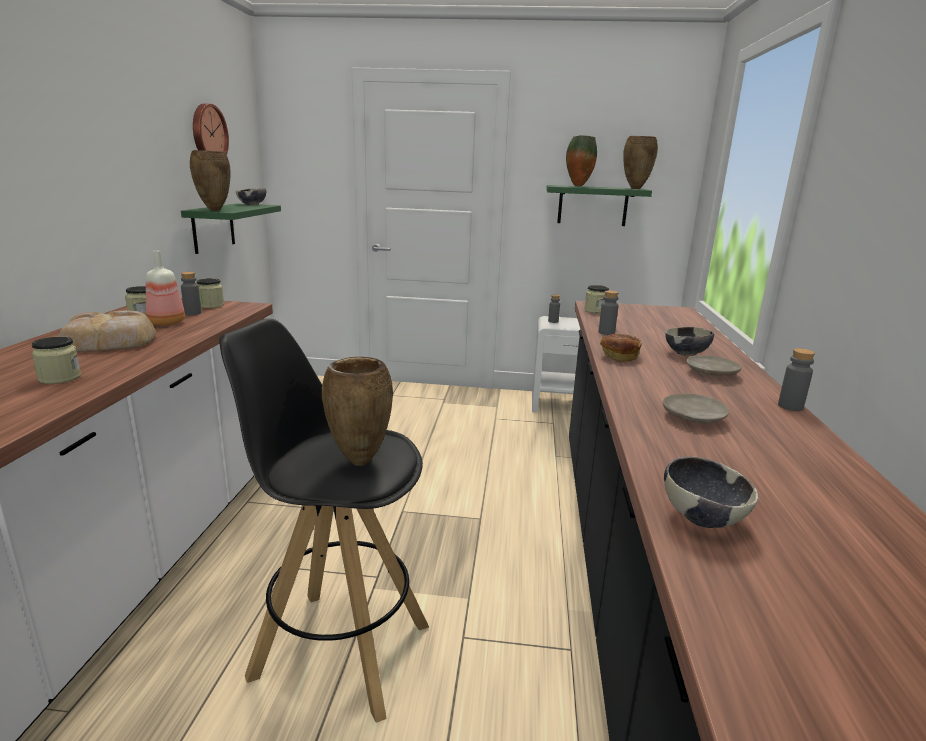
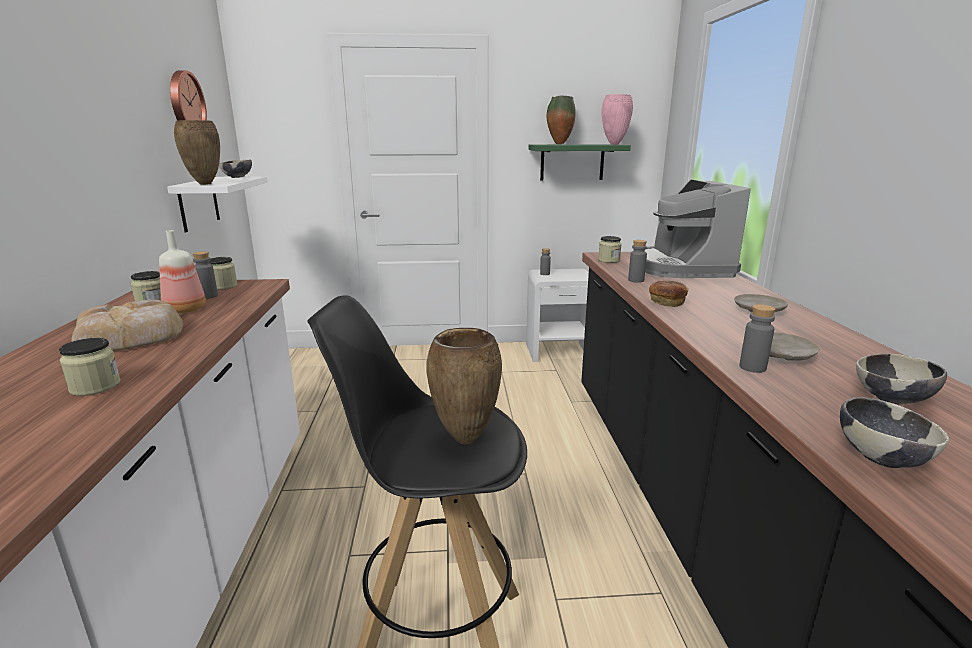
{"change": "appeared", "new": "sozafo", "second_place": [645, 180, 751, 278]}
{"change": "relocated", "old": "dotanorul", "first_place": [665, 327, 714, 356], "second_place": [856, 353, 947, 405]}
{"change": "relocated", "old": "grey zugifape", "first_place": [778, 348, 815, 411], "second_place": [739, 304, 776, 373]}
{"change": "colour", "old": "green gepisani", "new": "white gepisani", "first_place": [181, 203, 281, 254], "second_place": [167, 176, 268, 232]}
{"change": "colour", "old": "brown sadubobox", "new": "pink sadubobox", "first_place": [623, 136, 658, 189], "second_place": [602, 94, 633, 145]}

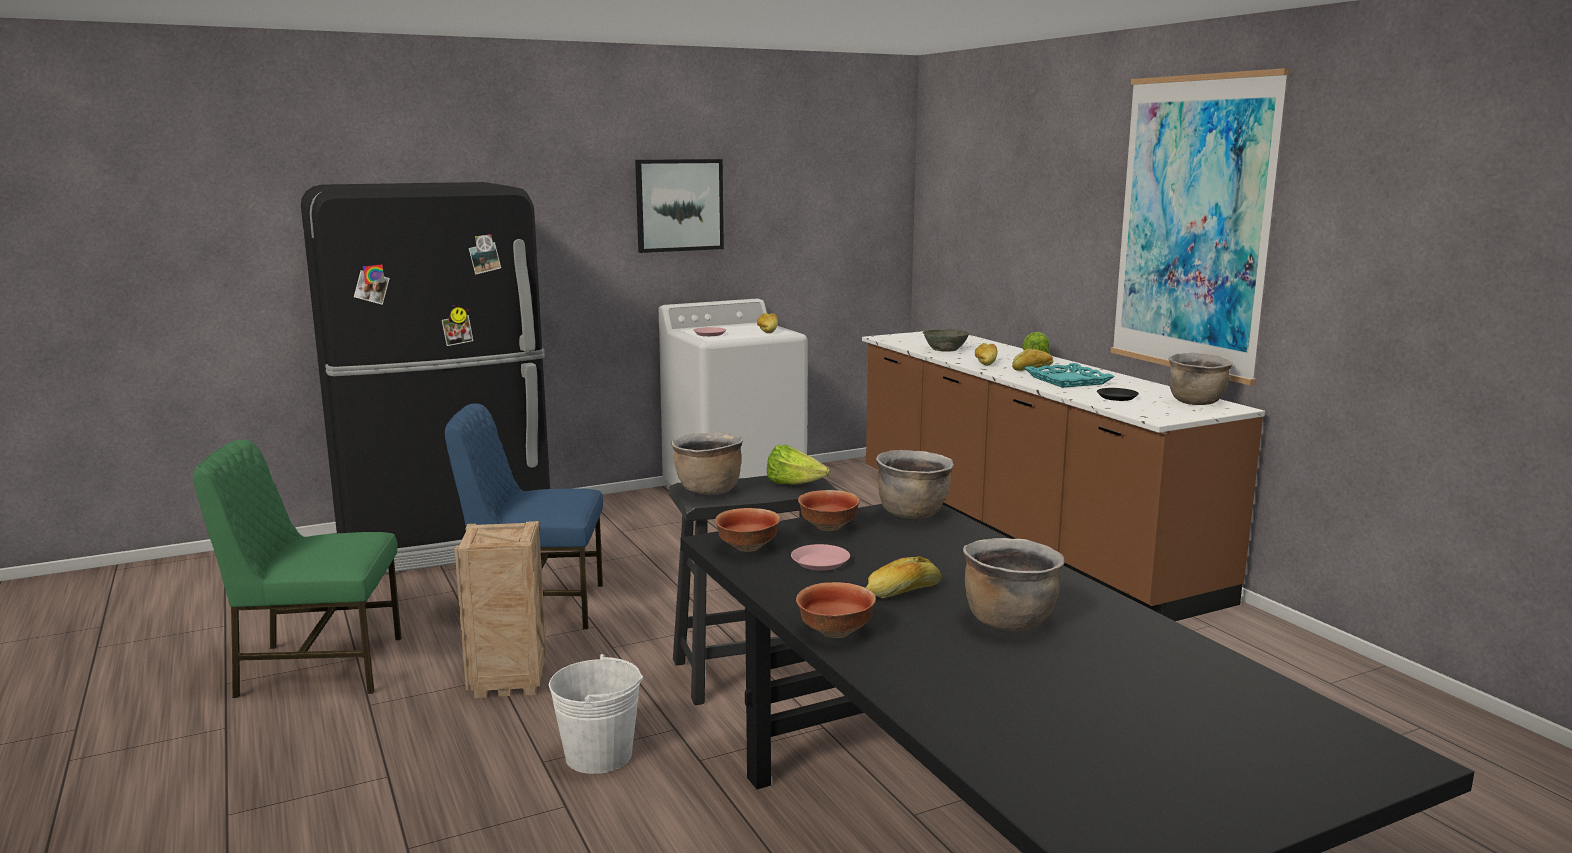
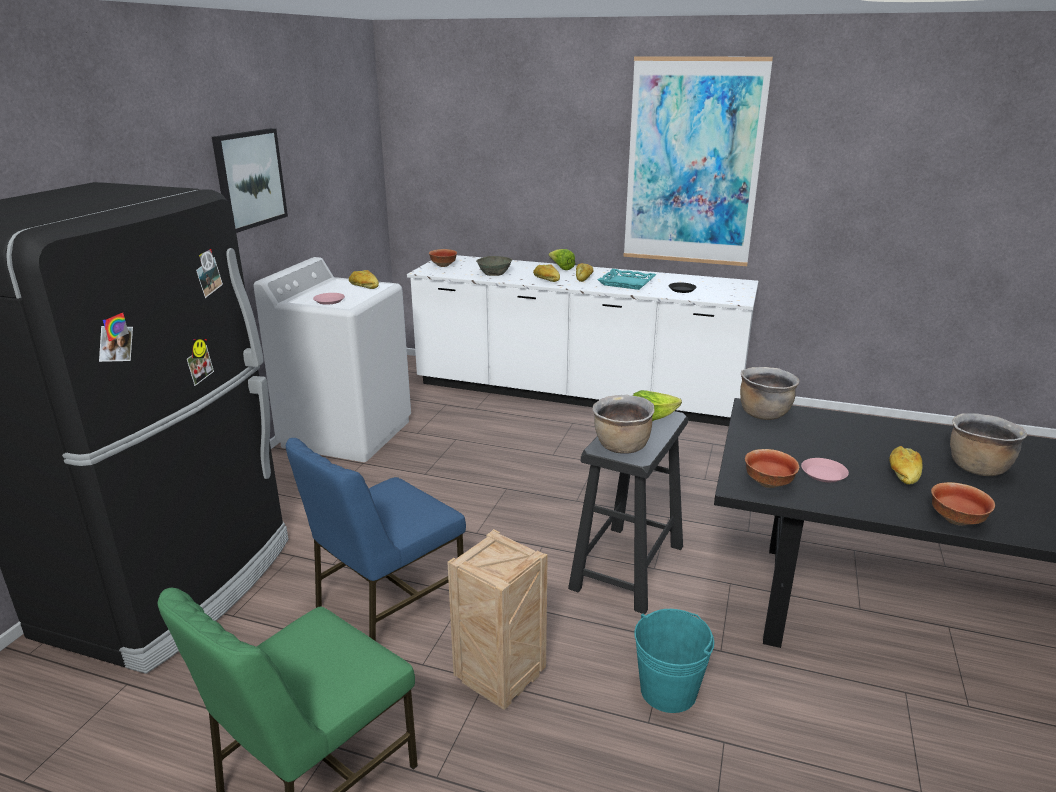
{"change": "missing", "old": "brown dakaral", "first_place": [1169, 353, 1233, 405]}
{"change": "relocated", "old": "dotanorul", "first_place": [798, 490, 860, 531], "second_place": [429, 249, 457, 267]}
{"change": "colour", "old": "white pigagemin", "new": "turquoise pigagemin", "first_place": [549, 654, 643, 774], "second_place": [634, 609, 714, 713]}
{"change": "colour", "old": "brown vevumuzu", "new": "white vevumuzu", "first_place": [862, 331, 1265, 621], "second_place": [407, 255, 759, 426]}

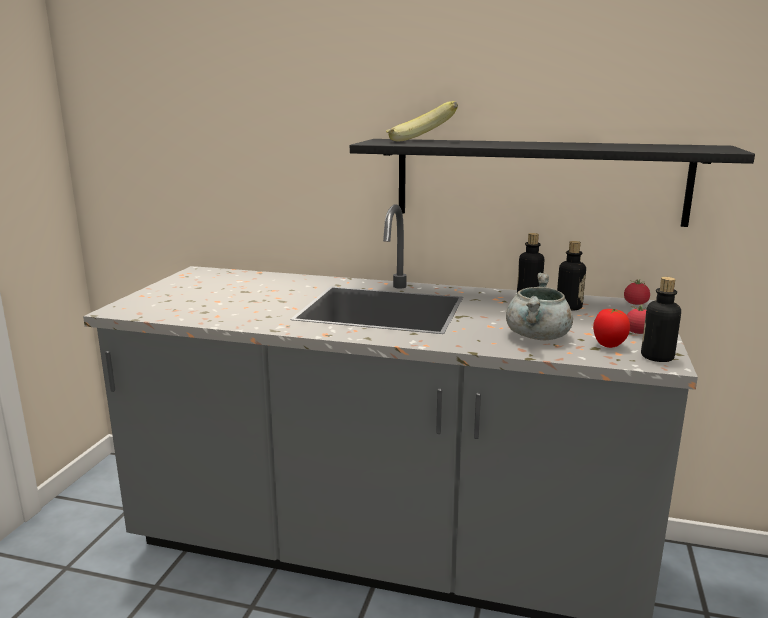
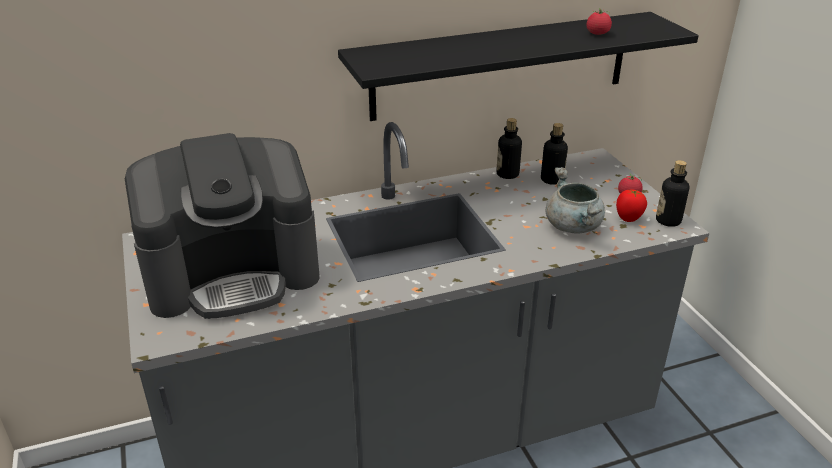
{"change": "missing", "old": "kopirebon", "first_place": [386, 101, 458, 142]}
{"change": "appeared", "new": "sozafo", "second_place": [125, 133, 320, 319]}
{"change": "relocated", "old": "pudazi", "first_place": [624, 279, 650, 305], "second_place": [587, 8, 612, 35]}

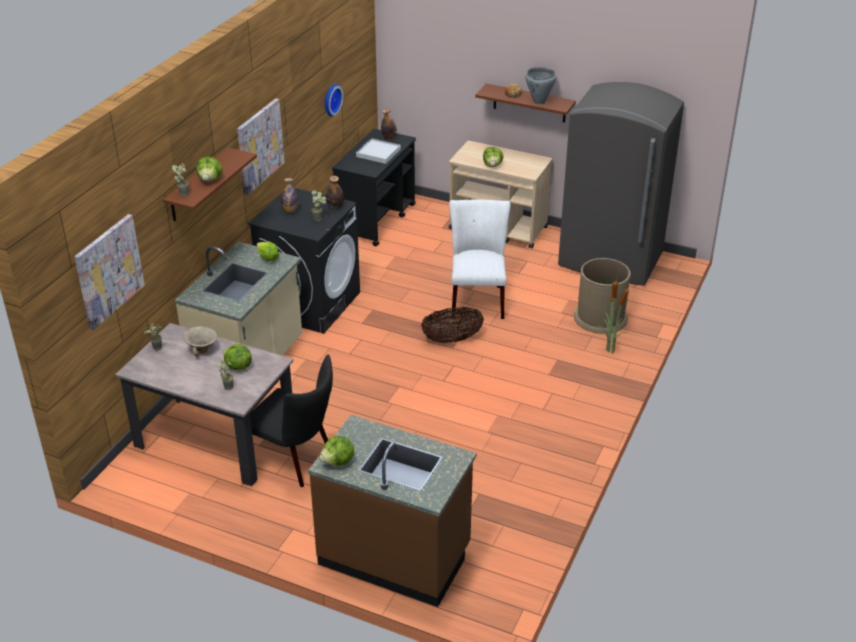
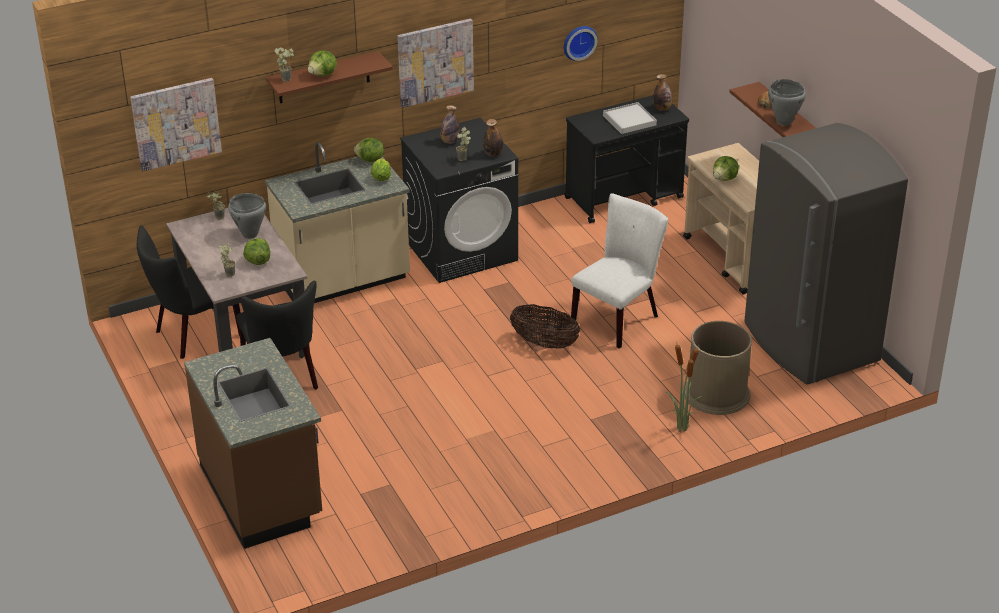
{"change": "appeared", "new": "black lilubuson", "second_place": [137, 225, 240, 359]}
{"change": "relocated", "old": "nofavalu", "first_place": [319, 436, 354, 466], "second_place": [354, 138, 384, 162]}
{"change": "exchanged", "old": "beige dotanorul", "new": "grey dakaral", "first_place": [184, 326, 217, 357], "second_place": [228, 193, 266, 239]}

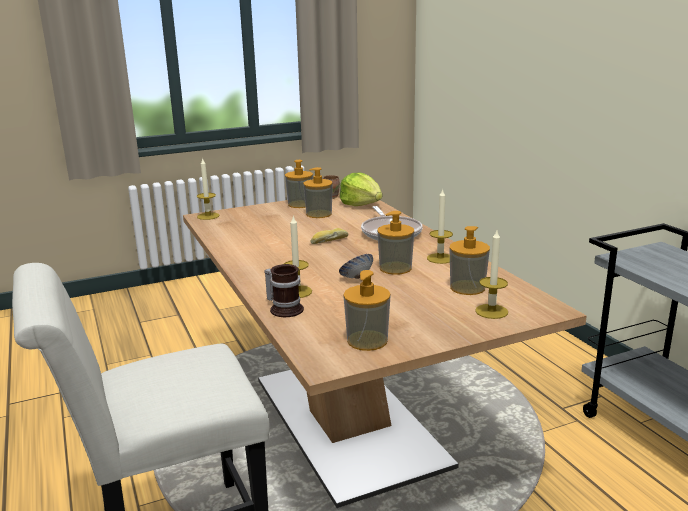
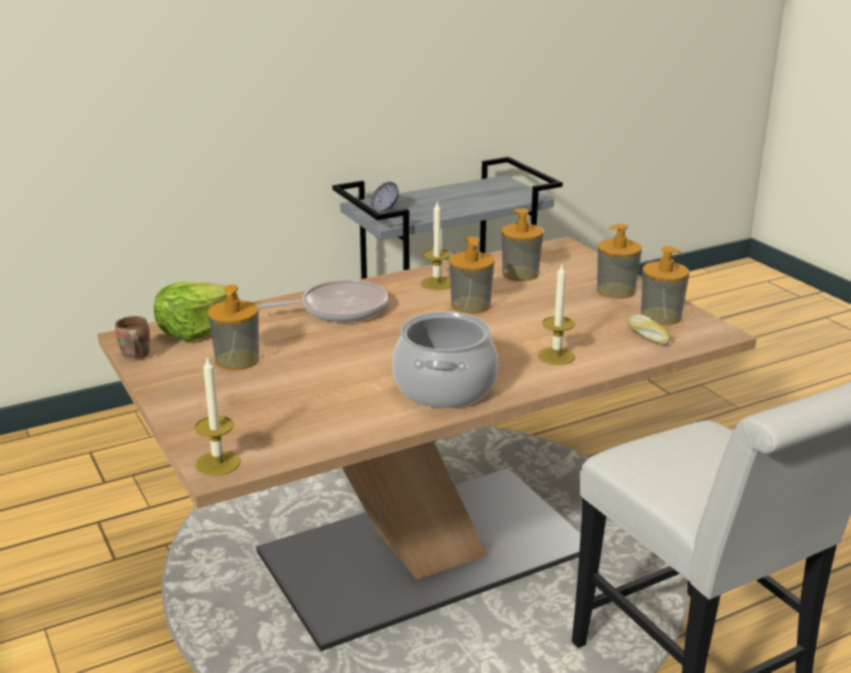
{"change": "missing", "old": "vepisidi", "first_place": [264, 264, 304, 317]}
{"change": "missing", "old": "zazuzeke", "first_place": [475, 231, 508, 319]}
{"change": "appeared", "new": "dakaral", "second_place": [392, 311, 498, 408]}
{"change": "relocated", "old": "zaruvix", "first_place": [285, 160, 313, 208], "second_place": [597, 224, 642, 299]}
{"change": "relocated", "old": "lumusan", "first_place": [310, 228, 348, 244], "second_place": [628, 314, 671, 345]}
{"change": "relocated", "old": "dotanorul", "first_place": [339, 254, 373, 279], "second_place": [370, 182, 399, 212]}

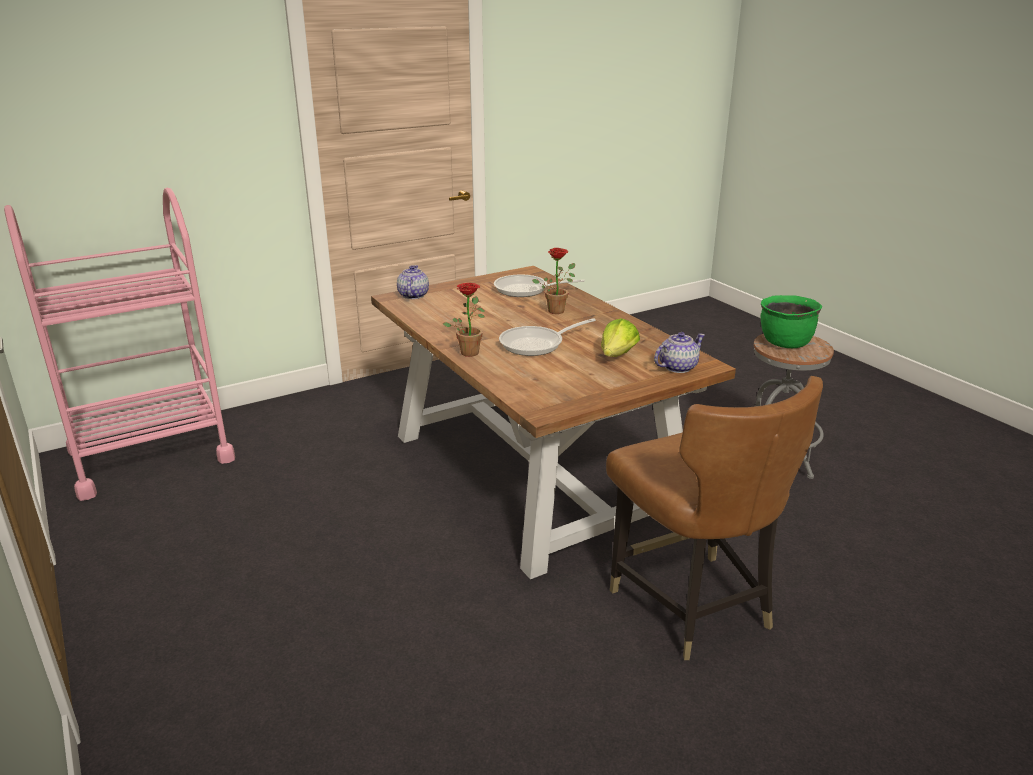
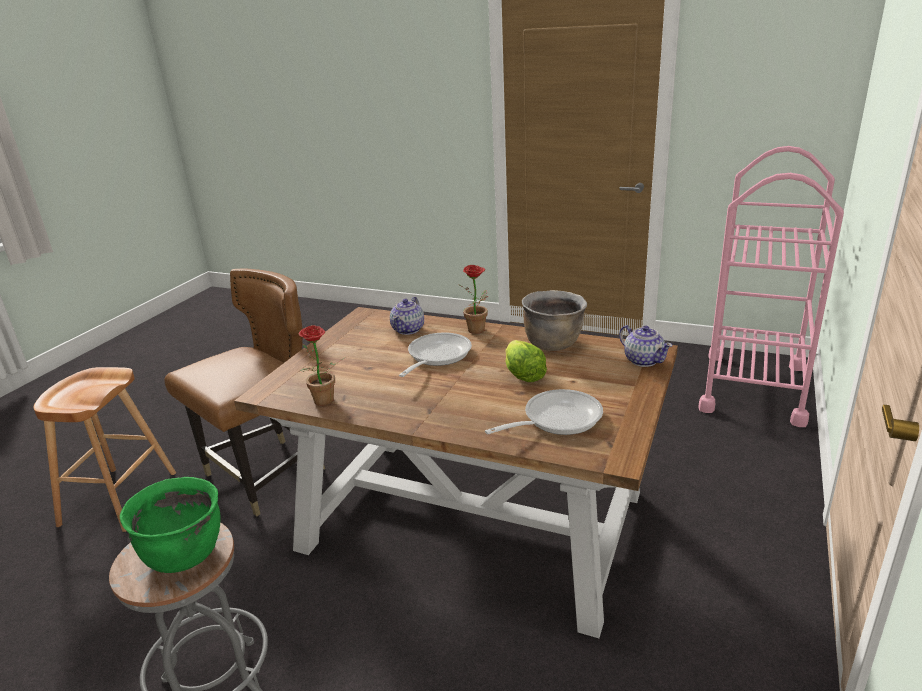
{"change": "appeared", "new": "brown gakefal", "second_place": [33, 367, 176, 532]}
{"change": "appeared", "new": "brown dakaral", "second_place": [522, 290, 587, 351]}
{"change": "relocated", "old": "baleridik", "first_place": [532, 248, 575, 314], "second_place": [299, 325, 346, 406]}
{"change": "relocated", "old": "nofavalu", "first_place": [601, 318, 640, 357], "second_place": [505, 340, 547, 382]}
{"change": "relocated", "old": "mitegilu", "first_place": [654, 332, 705, 373], "second_place": [390, 297, 424, 335]}
{"change": "spun", "old": "brown lilubuson", "first_place": [606, 376, 823, 660], "second_place": [164, 268, 325, 517], "degrees": 105}

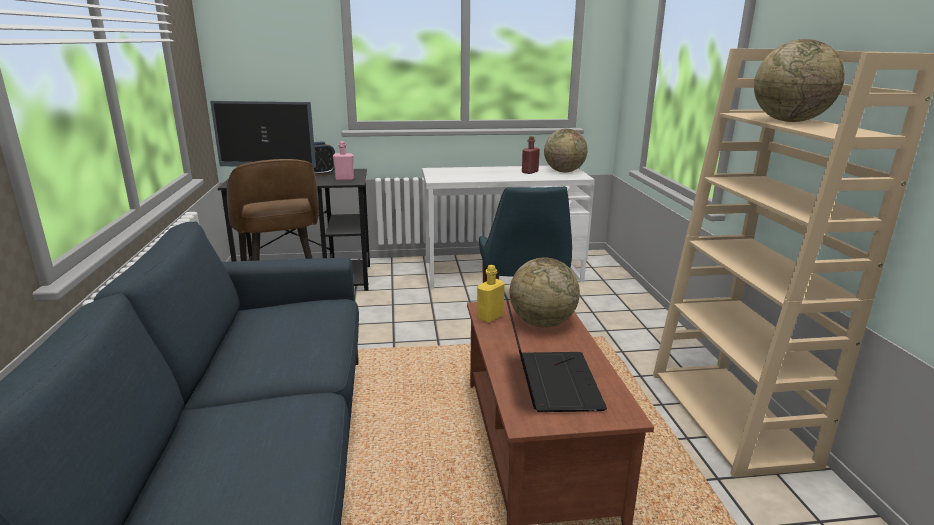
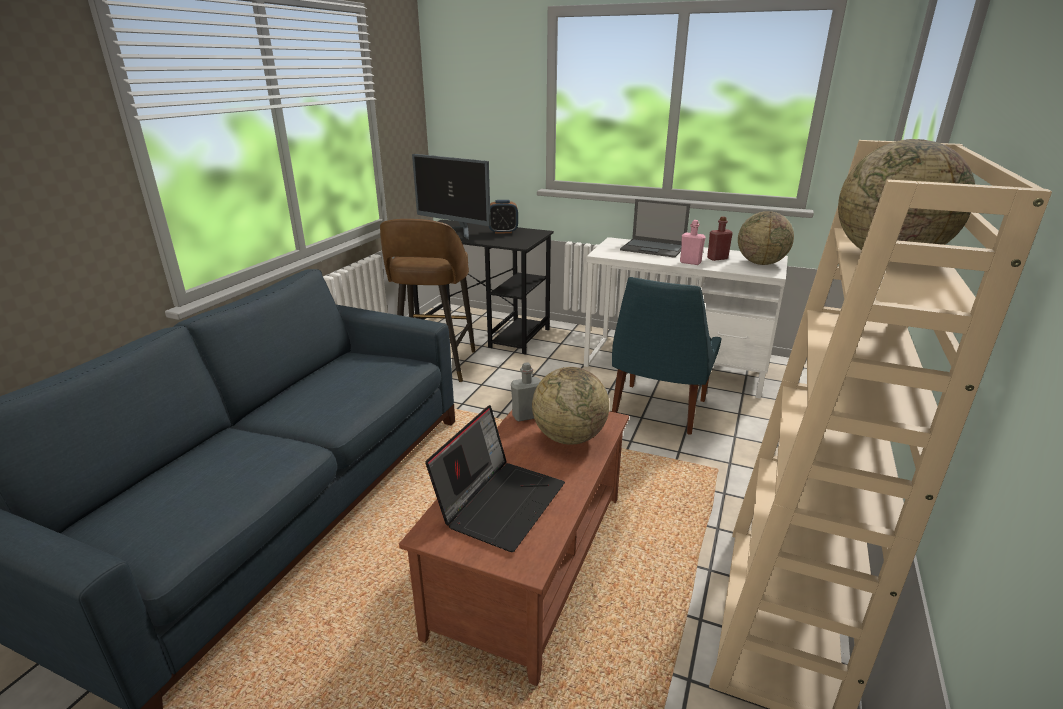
{"change": "appeared", "new": "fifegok", "second_place": [620, 199, 690, 258]}
{"change": "relocated", "old": "pink zugifape", "first_place": [333, 141, 354, 180], "second_place": [680, 220, 706, 265]}
{"change": "colour", "old": "yellow zugifape", "new": "grey zugifape", "first_place": [477, 265, 505, 323], "second_place": [511, 362, 541, 421]}

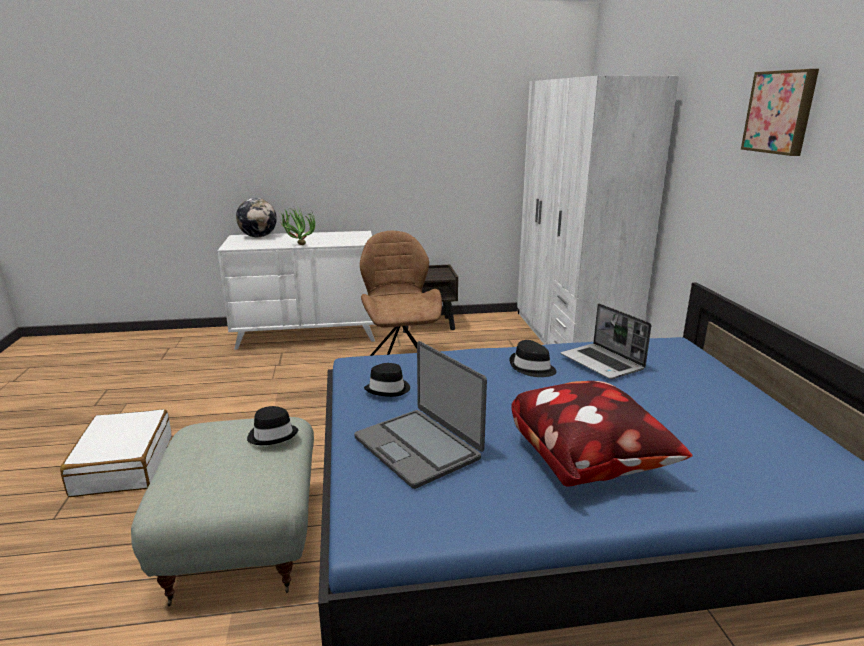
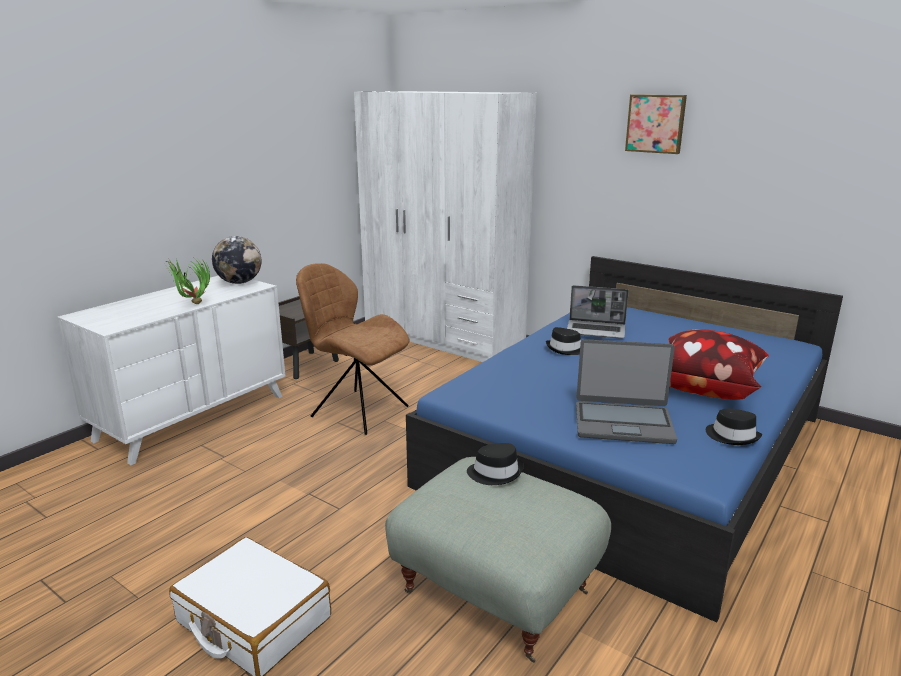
{"change": "relocated", "old": "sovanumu", "first_place": [236, 198, 277, 237], "second_place": [212, 236, 262, 284]}
{"change": "relocated", "old": "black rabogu", "first_place": [364, 363, 410, 397], "second_place": [706, 409, 762, 445]}

